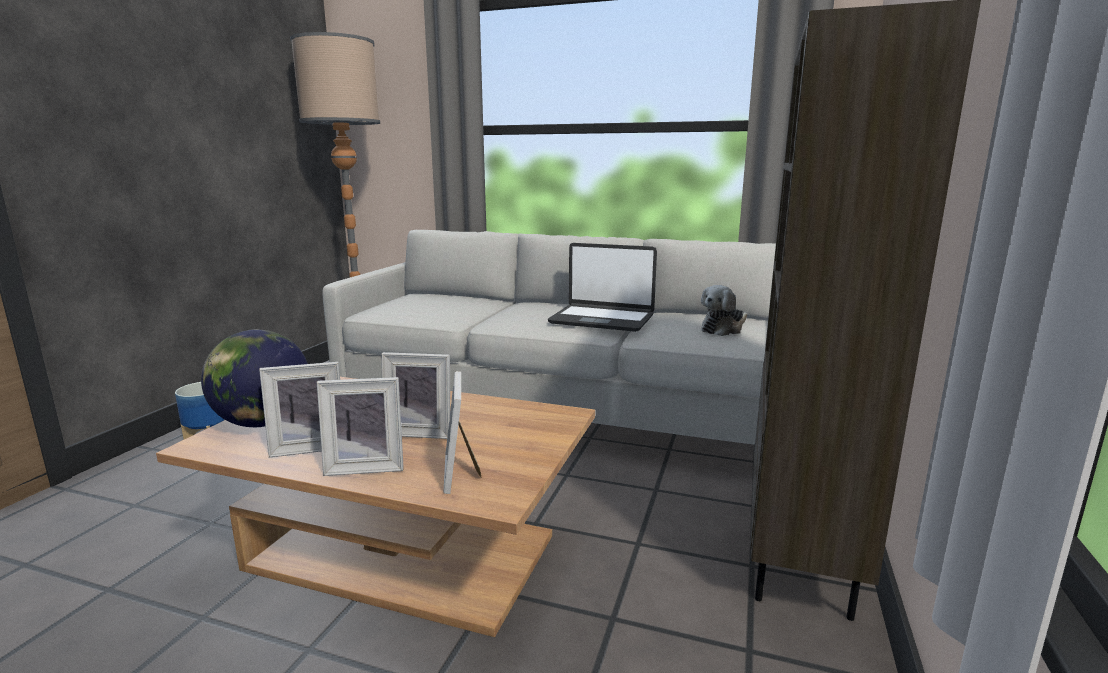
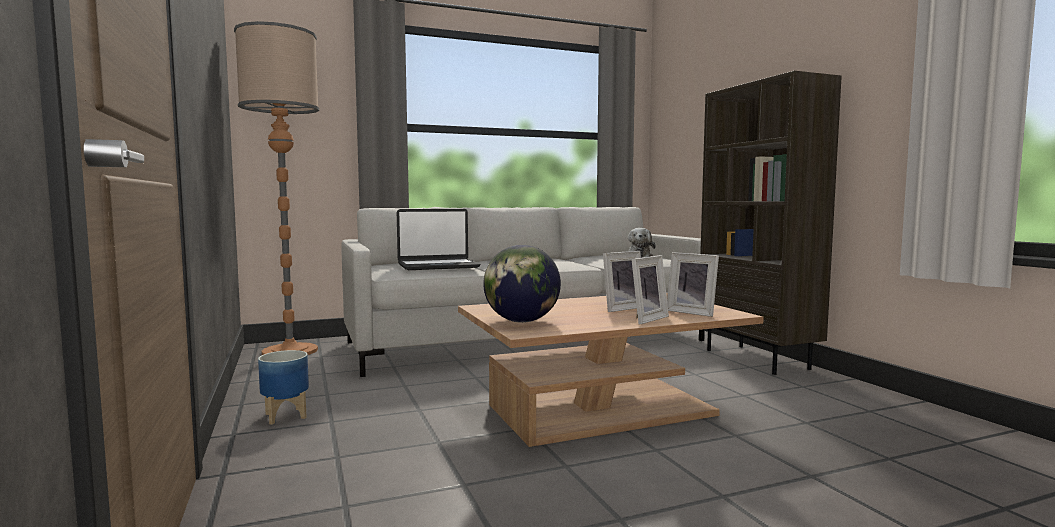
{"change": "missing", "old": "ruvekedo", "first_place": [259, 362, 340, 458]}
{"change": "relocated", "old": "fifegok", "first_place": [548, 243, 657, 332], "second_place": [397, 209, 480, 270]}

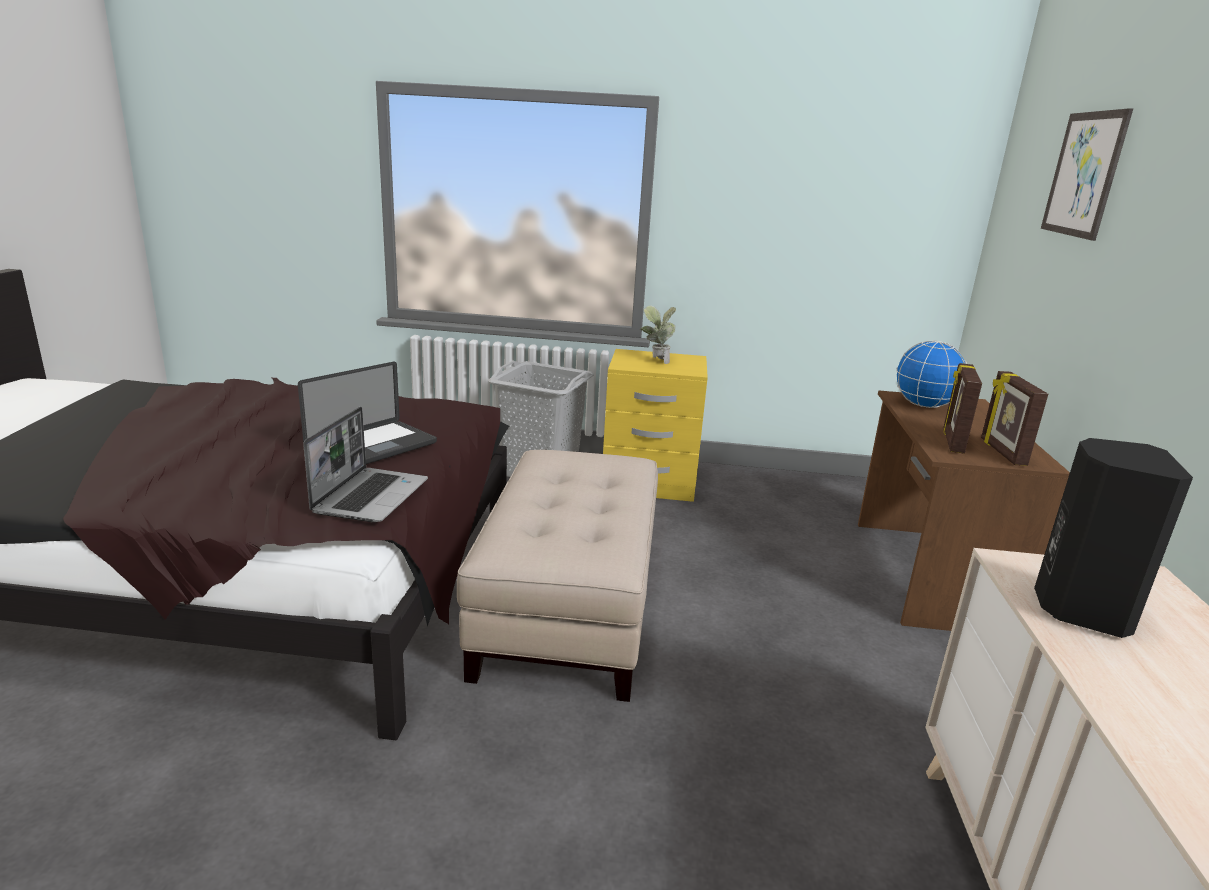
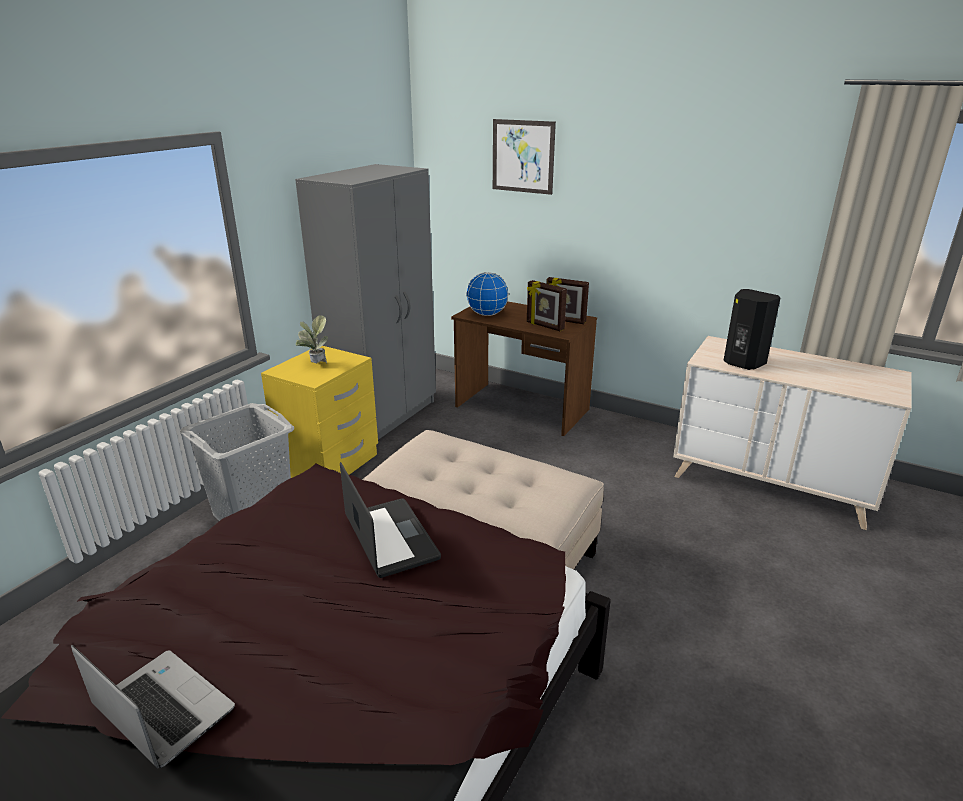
{"change": "appeared", "new": "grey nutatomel", "second_place": [295, 164, 436, 440]}
{"change": "relocated", "old": "fifegok", "first_place": [303, 407, 428, 522], "second_place": [71, 645, 235, 768]}

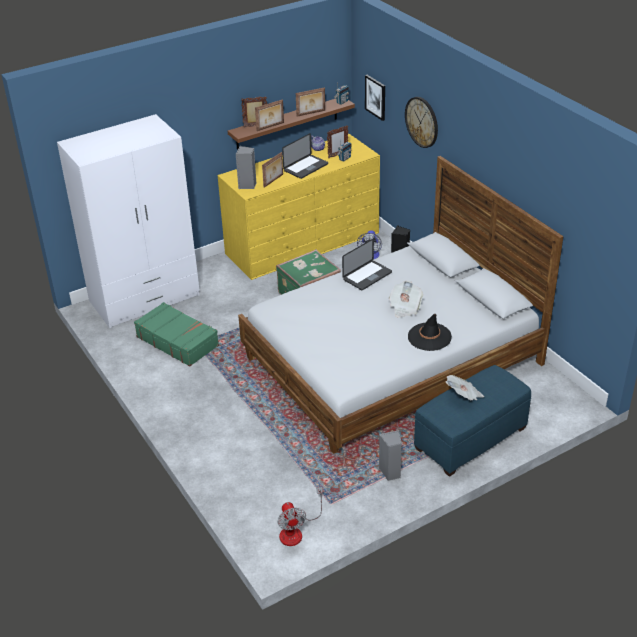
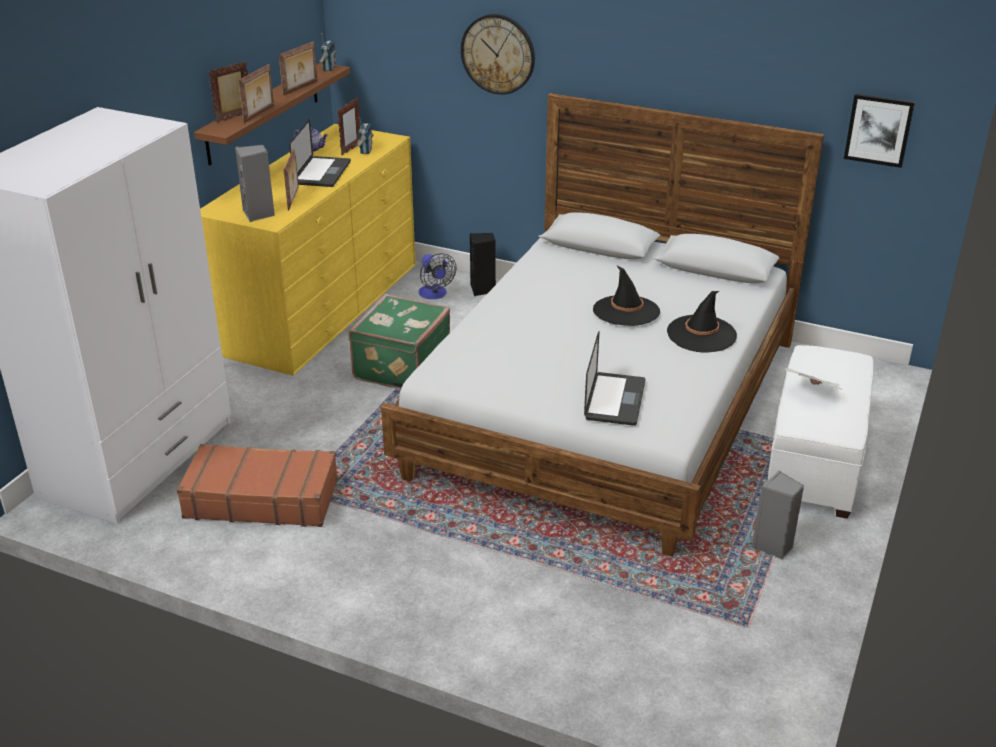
{"change": "missing", "old": "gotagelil", "first_place": [277, 487, 323, 546]}
{"change": "relocated", "old": "fifegok", "first_place": [342, 239, 392, 290], "second_place": [584, 331, 645, 426]}
{"change": "relocated", "old": "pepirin", "first_place": [365, 75, 385, 121], "second_place": [844, 93, 915, 168]}
{"change": "exchanged", "old": "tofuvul", "new": "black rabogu", "first_place": [389, 281, 423, 318], "second_place": [593, 266, 660, 326]}
{"change": "colour", "old": "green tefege", "new": "brown tefege", "first_place": [134, 302, 219, 367], "second_place": [177, 444, 338, 527]}
{"change": "colour", "old": "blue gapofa", "new": "white gapofa", "first_place": [414, 365, 531, 477], "second_place": [768, 345, 874, 519]}

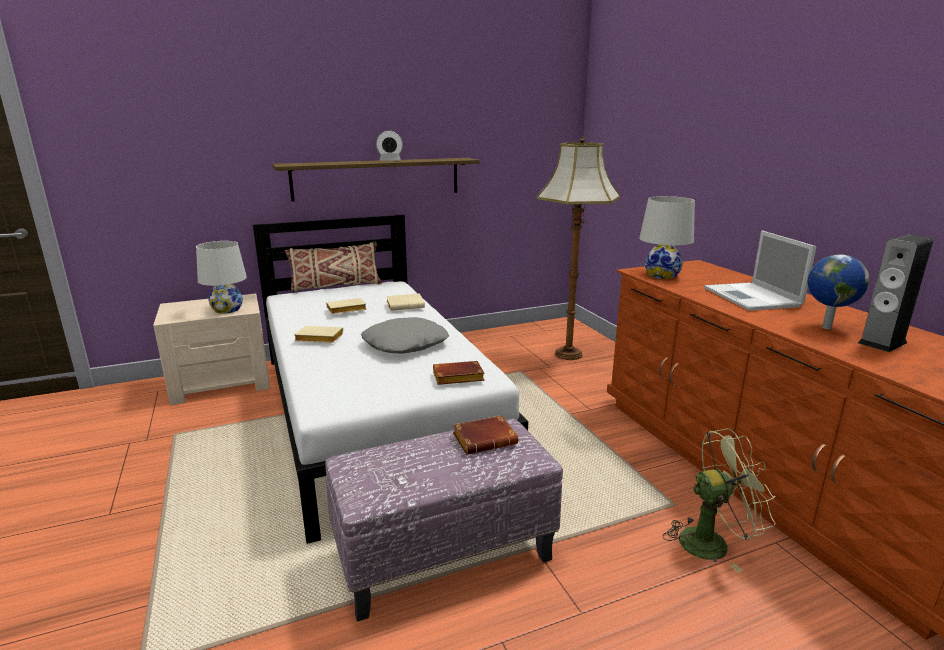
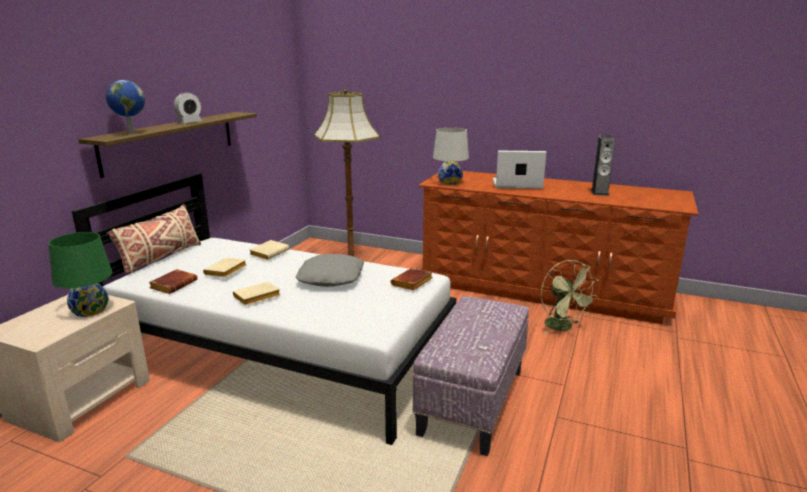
{"change": "relocated", "old": "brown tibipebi", "first_place": [453, 415, 518, 455], "second_place": [149, 269, 197, 294]}
{"change": "relocated", "old": "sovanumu", "first_place": [808, 255, 869, 329], "second_place": [106, 80, 145, 134]}
{"change": "colour", "old": "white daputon", "new": "green daputon", "first_place": [196, 241, 247, 314], "second_place": [48, 232, 112, 317]}
{"change": "spun", "old": "green gotagelil", "first_place": [663, 428, 776, 573], "second_place": [541, 260, 599, 334], "degrees": 120}
{"change": "spun", "old": "fifegok", "first_place": [704, 230, 816, 311], "second_place": [493, 151, 546, 189], "degrees": 150}

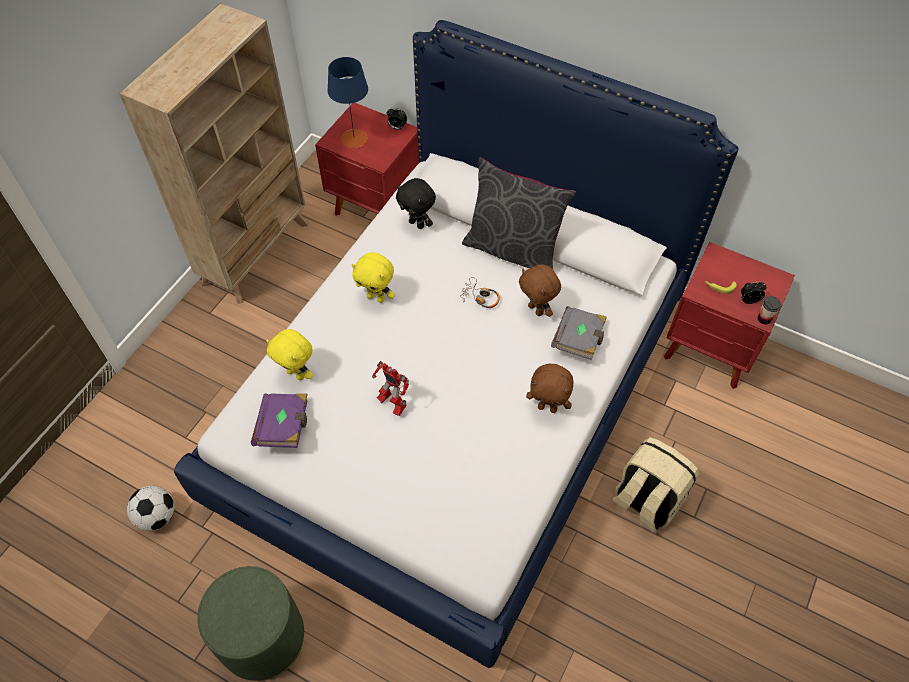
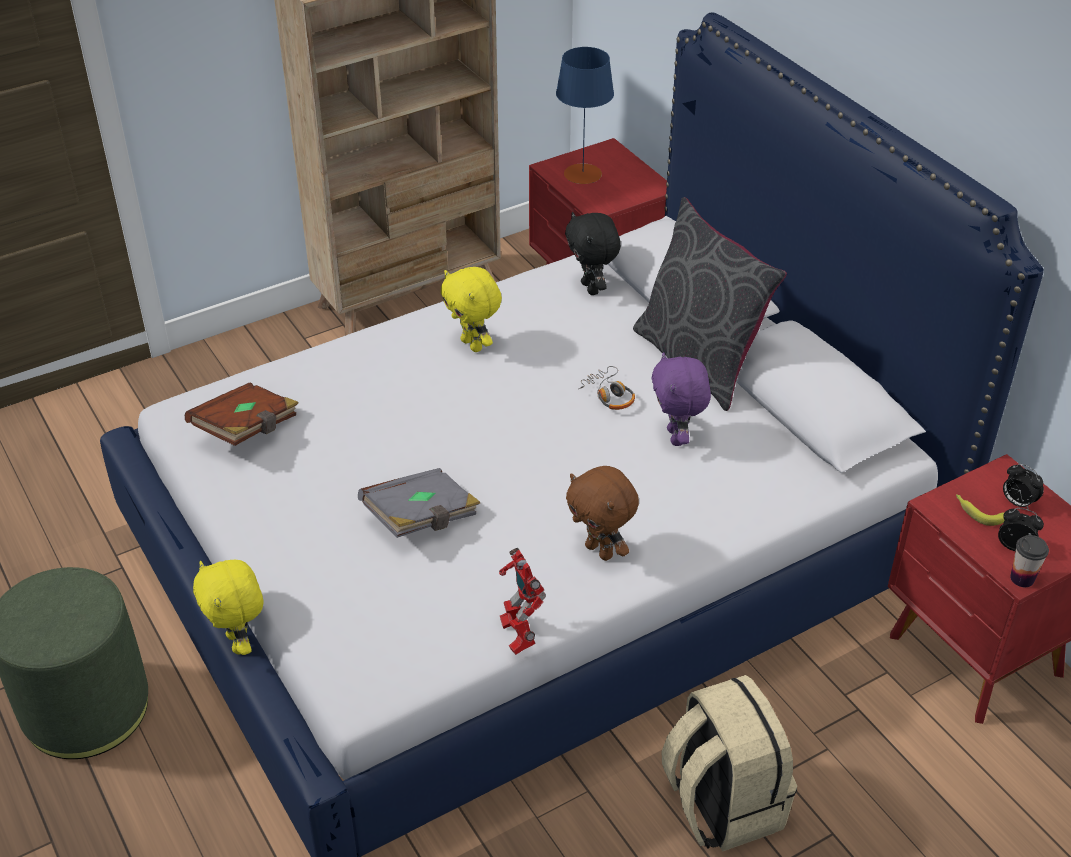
{"change": "missing", "old": "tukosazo", "first_place": [127, 485, 174, 531]}
{"change": "relocated", "old": "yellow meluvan", "first_place": [266, 329, 313, 380], "second_place": [193, 560, 263, 655]}
{"change": "relocated", "old": "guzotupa", "first_place": [372, 361, 409, 416], "second_place": [499, 548, 546, 655]}
{"change": "relocated", "old": "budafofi", "first_place": [387, 108, 407, 130], "second_place": [1003, 464, 1044, 510]}
{"change": "relocated", "old": "grey tibipebi", "first_place": [551, 306, 607, 360], "second_place": [358, 468, 480, 538]}
{"change": "colour", "old": "purple tibipebi", "new": "brown tibipebi", "first_place": [251, 393, 307, 448], "second_place": [185, 382, 298, 446]}
{"change": "colour", "old": "brown meluvan", "new": "purple meluvan", "first_place": [519, 265, 561, 317], "second_place": [652, 352, 711, 446]}

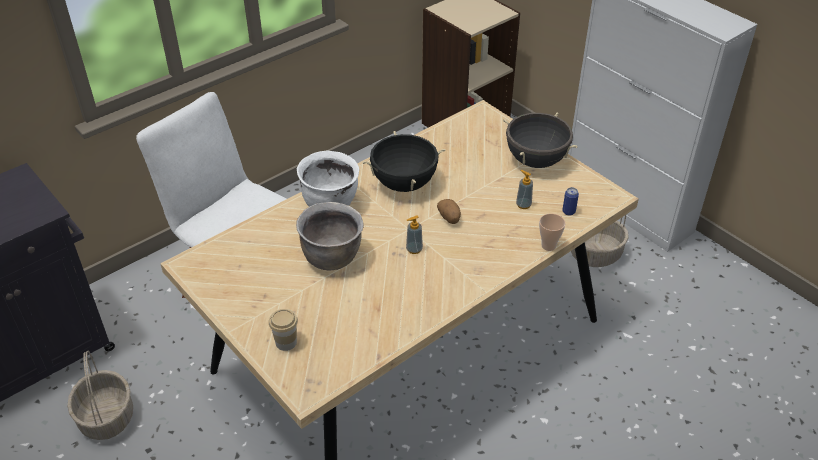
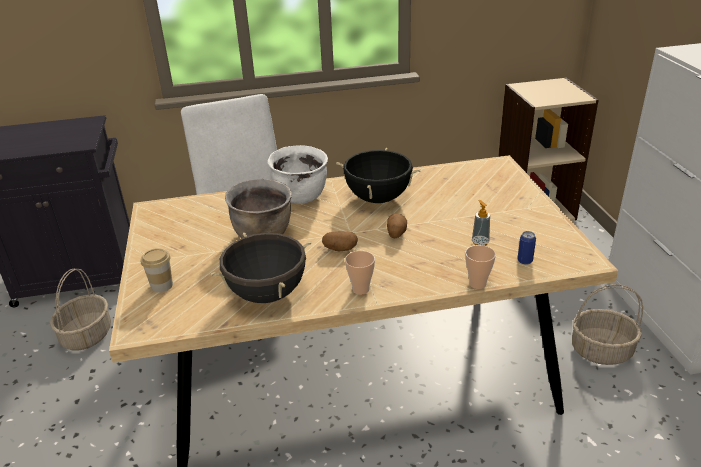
{"change": "appeared", "new": "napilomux", "second_place": [345, 251, 375, 295]}
{"change": "relocated", "old": "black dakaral", "first_place": [503, 112, 578, 168], "second_place": [211, 232, 312, 303]}
{"change": "exchanged", "old": "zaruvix", "new": "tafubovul", "first_place": [406, 215, 423, 254], "second_place": [322, 231, 358, 251]}

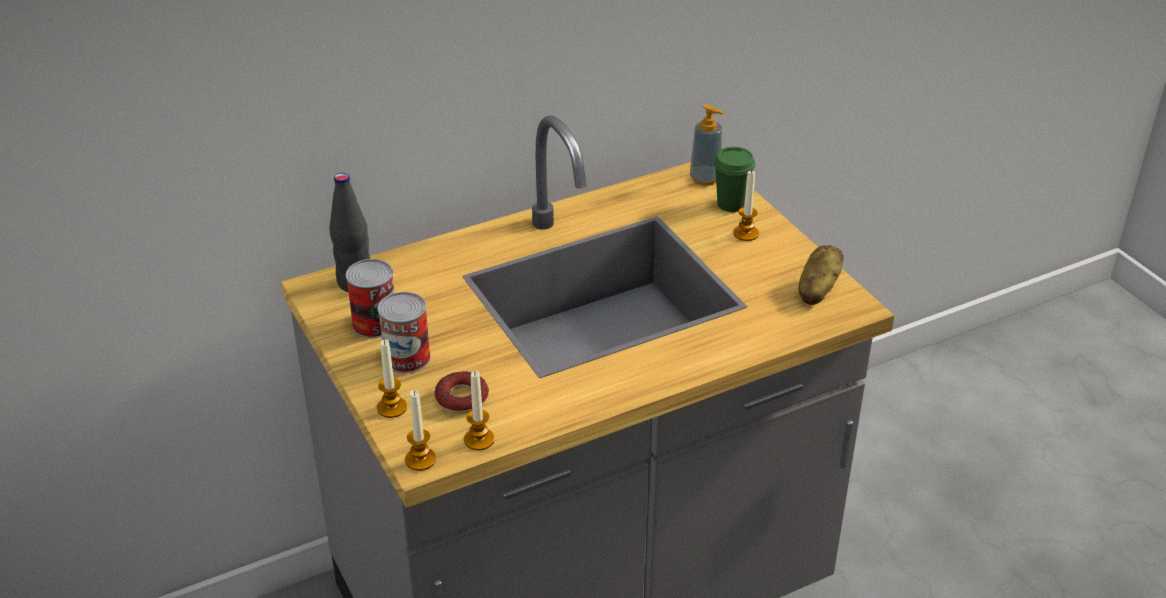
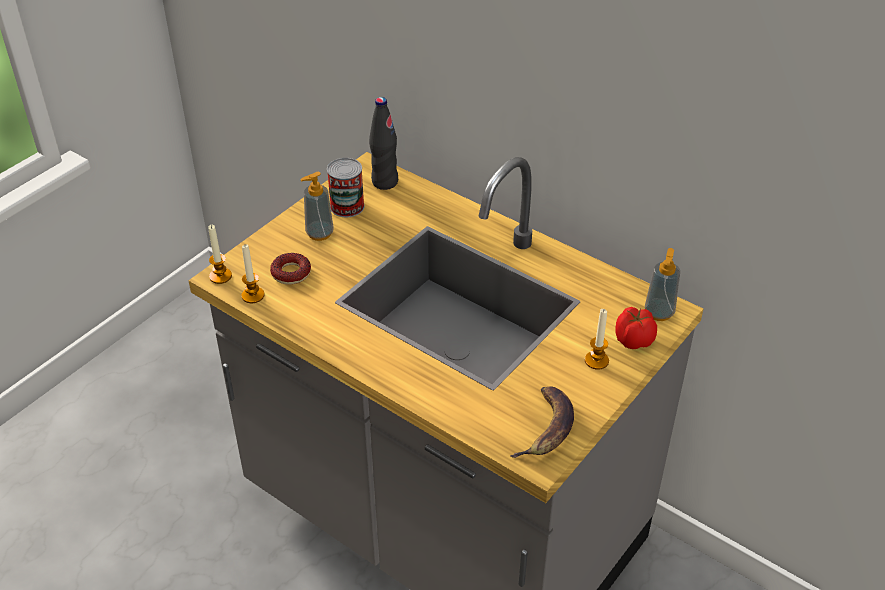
{"change": "missing", "old": "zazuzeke", "first_place": [377, 339, 407, 418]}
{"change": "exchanged", "old": "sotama", "new": "zaruvix", "first_place": [378, 292, 431, 373], "second_place": [300, 172, 334, 241]}
{"change": "exchanged", "old": "green napilomux", "new": "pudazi", "first_place": [714, 147, 755, 212], "second_place": [615, 307, 657, 349]}
{"change": "exchanged", "old": "tafubovul", "new": "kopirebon", "first_place": [798, 245, 844, 305], "second_place": [511, 386, 574, 458]}

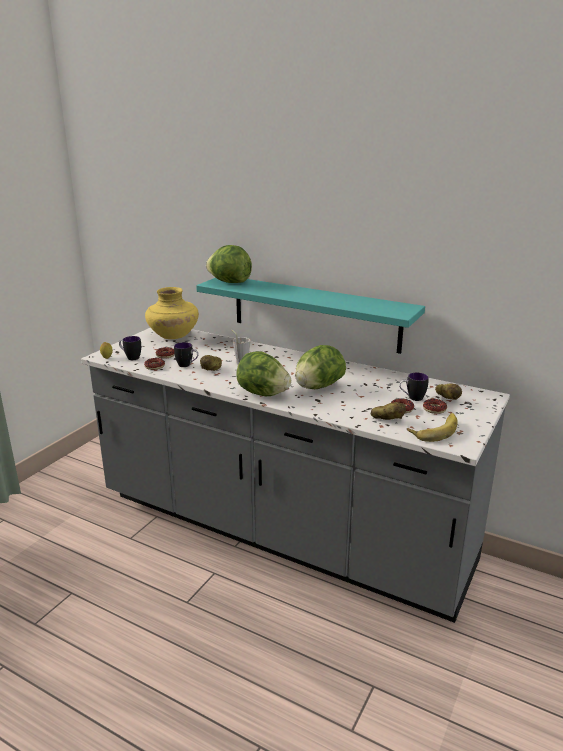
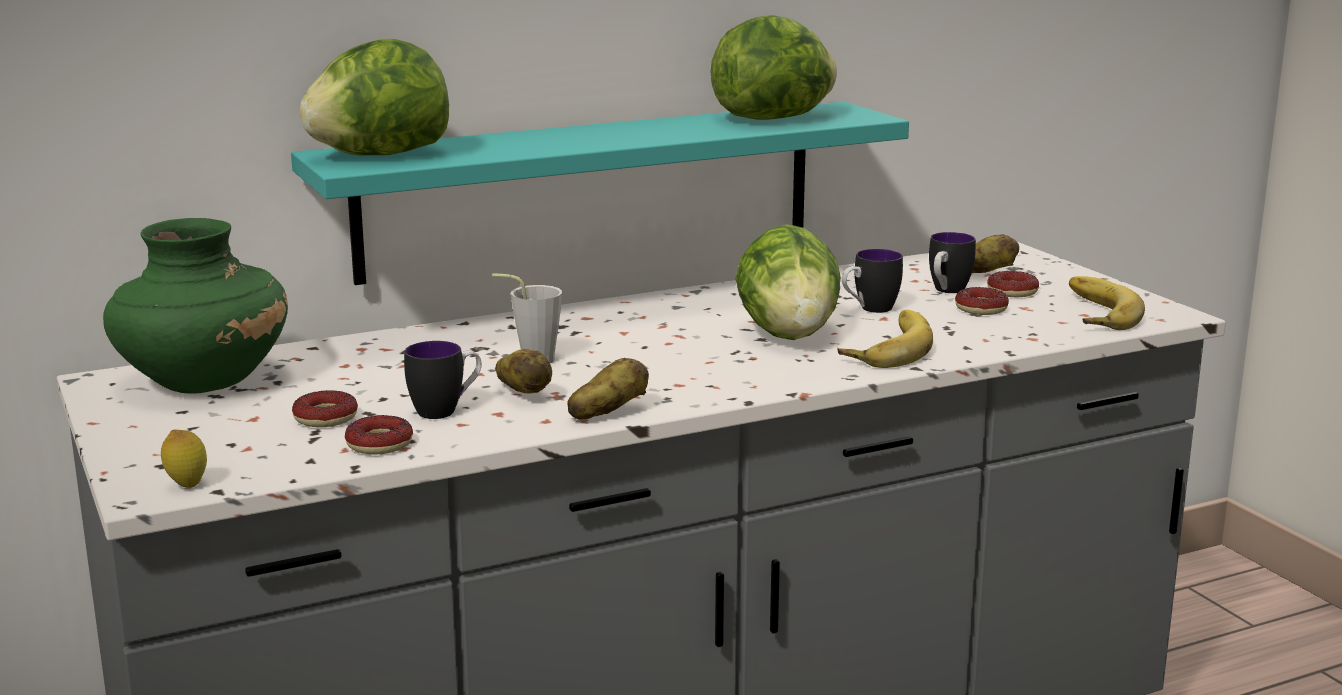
{"change": "appeared", "new": "kopirebon", "second_place": [837, 309, 933, 368]}
{"change": "relocated", "old": "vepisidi", "first_place": [119, 336, 141, 360], "second_place": [842, 249, 903, 313]}
{"change": "relocated", "old": "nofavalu", "first_place": [236, 351, 291, 396], "second_place": [710, 15, 837, 120]}
{"change": "relocated", "old": "tafubovul", "first_place": [371, 402, 406, 420], "second_place": [567, 358, 649, 420]}
{"change": "colour", "old": "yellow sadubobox", "new": "green sadubobox", "first_place": [145, 287, 199, 339], "second_place": [103, 218, 288, 393]}

